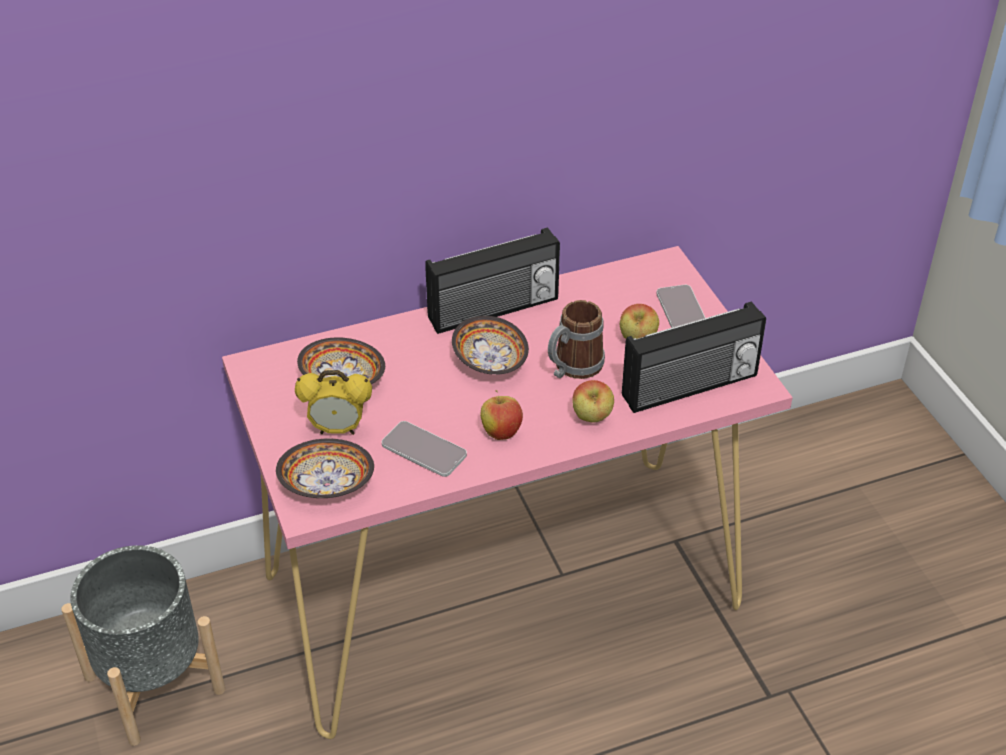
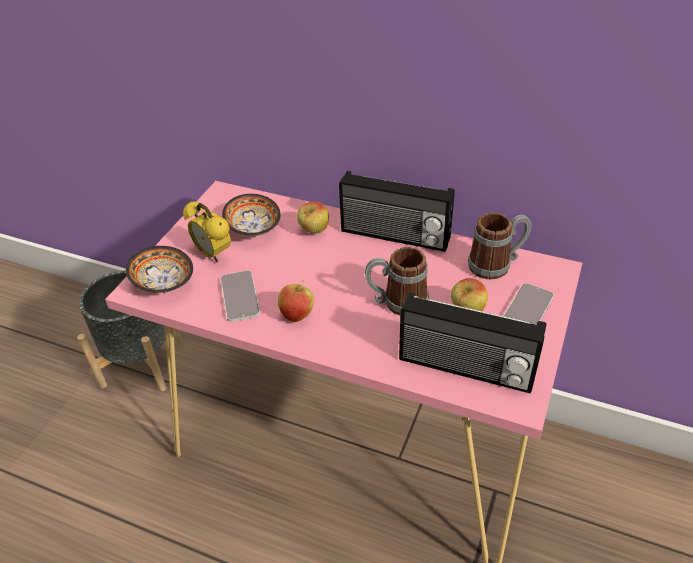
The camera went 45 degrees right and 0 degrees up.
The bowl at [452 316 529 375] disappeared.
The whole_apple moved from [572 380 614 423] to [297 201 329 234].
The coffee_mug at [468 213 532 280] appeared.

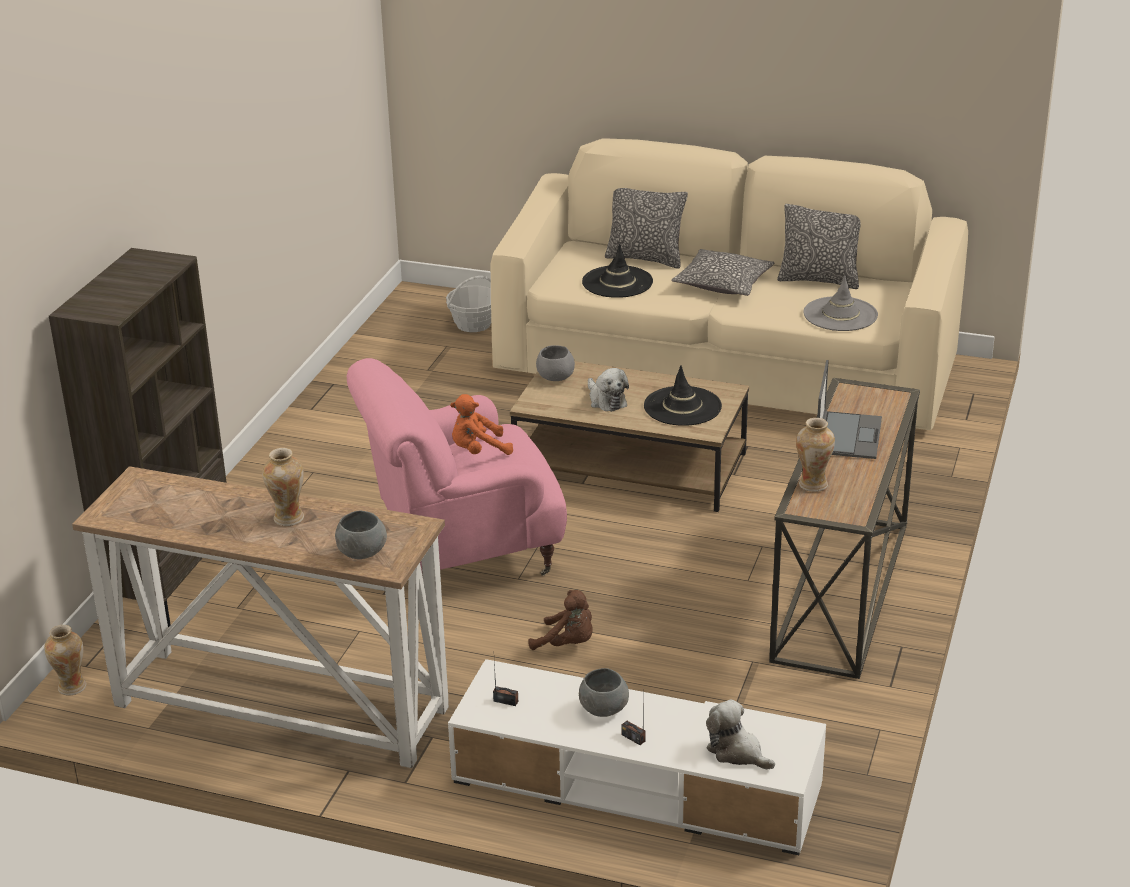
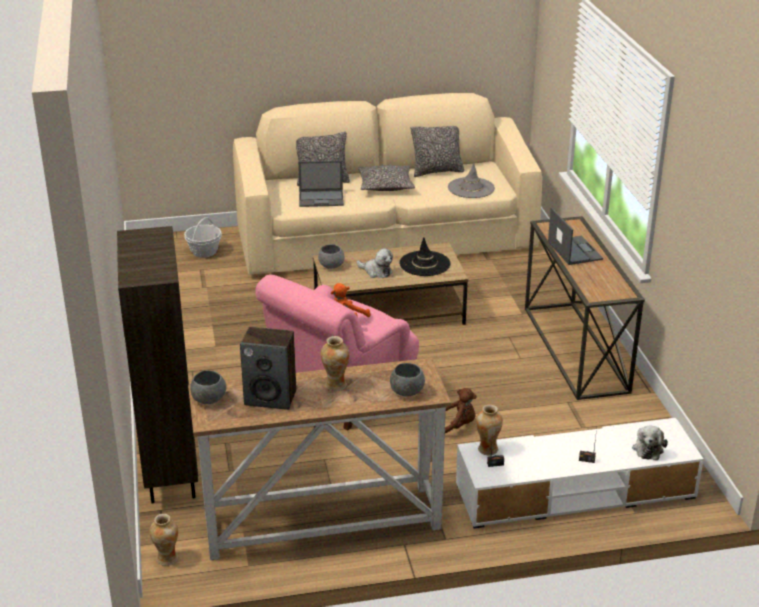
The camera went 30 degrees left and 0 degrees up.
The black_clothing_hat at [582 243 653 298] was replaced by the portable_computer at [298 161 344 207].
The vase moved from [796 418 835 492] to [476 405 503 455].
The gray_bowl moved from [579 668 629 717] to [190 370 226 404].
The cuddly_toy at [706 700 775 770] turned 90 degrees counterclockwise.
The loudspeaker at [240 327 296 410] appeared.

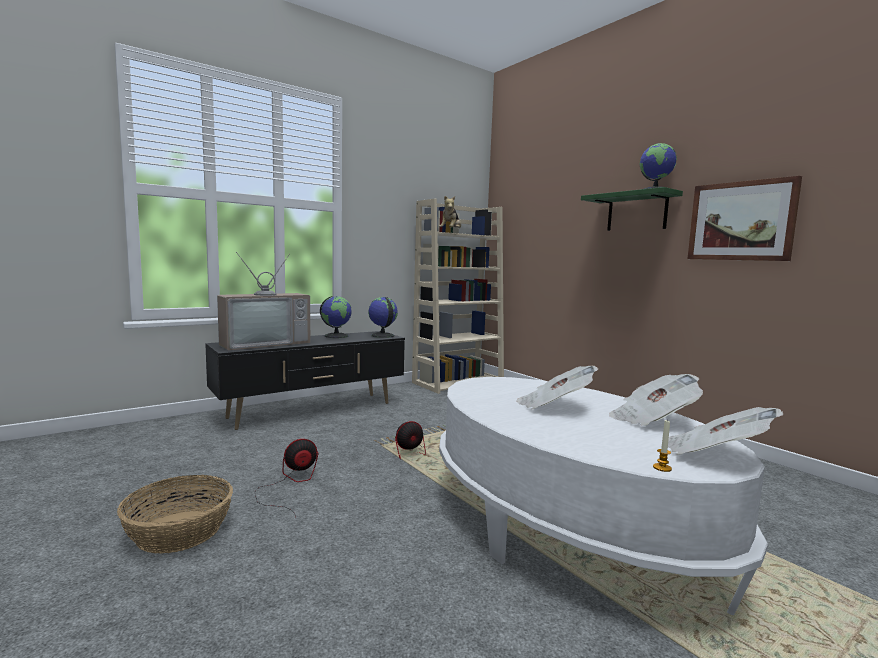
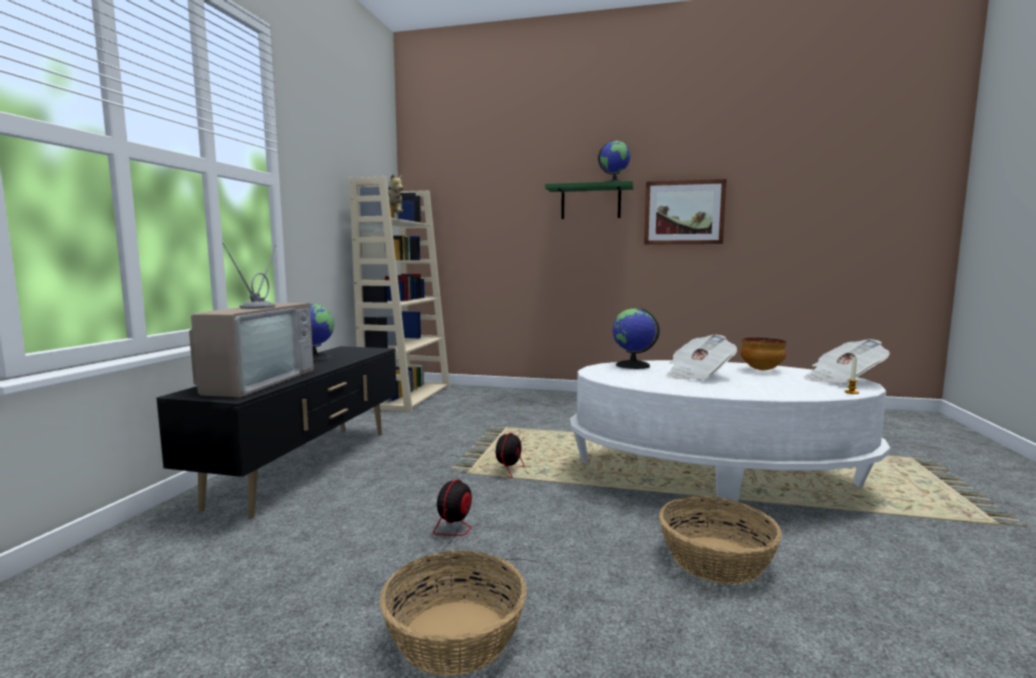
The camera went 40 degrees left and 0 degrees up.
The globe moved from [368 297 398 338] to [613 308 660 369].
The daily_paper at [609 374 703 426] was replaced by the bowl at [740 338 787 370].
The basket at [659 496 782 584] appeared.

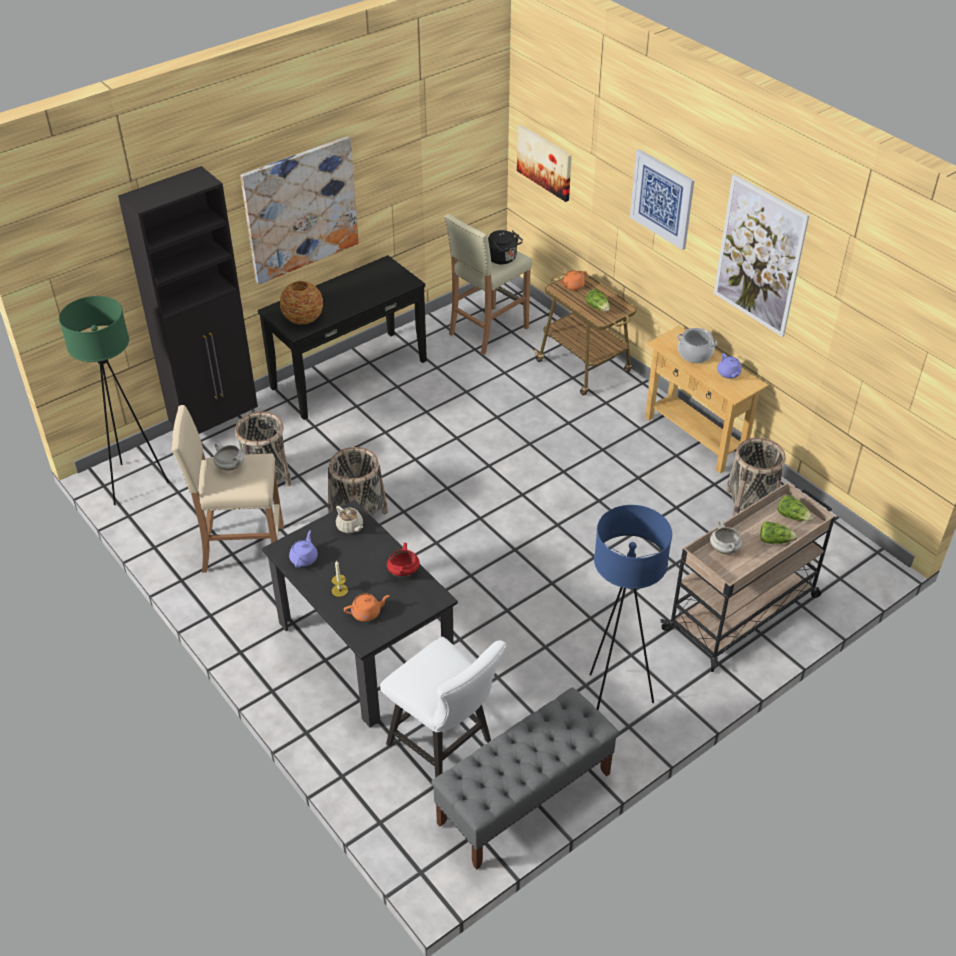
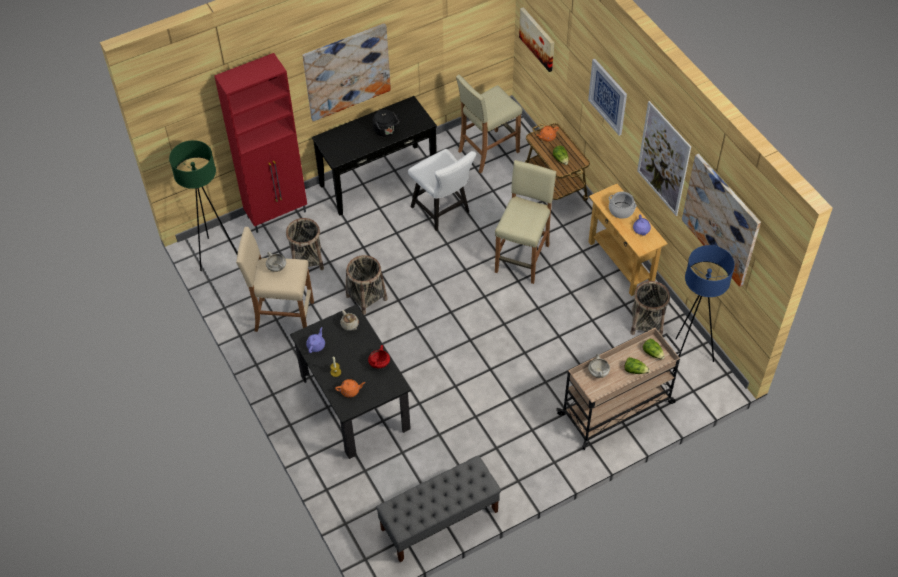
The camera went 10 degrees right and 10 degrees up.
The black_cupboard at [118 166 258 434] became the reddish_cupboard at [214 53 307 233].
The black_kettle moved from [488 230 523 264] to [373 109 399 136].
The vase at [280 281 323 324] disappeared.
The bluish_standing_lamp moved from [590 505 672 710] to [672 245 735 373].
The whitish_upright_chair moved from [380 637 506 778] to [408 149 476 231].
The picture at [682 154 761 287] appeared.
The sand-coloured_stool at [495 160 556 284] appeared.

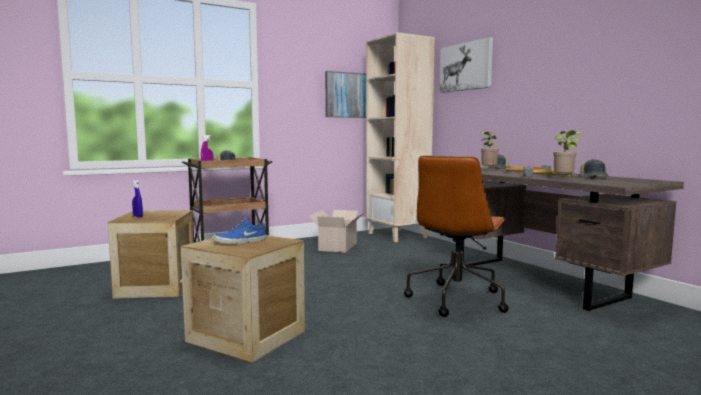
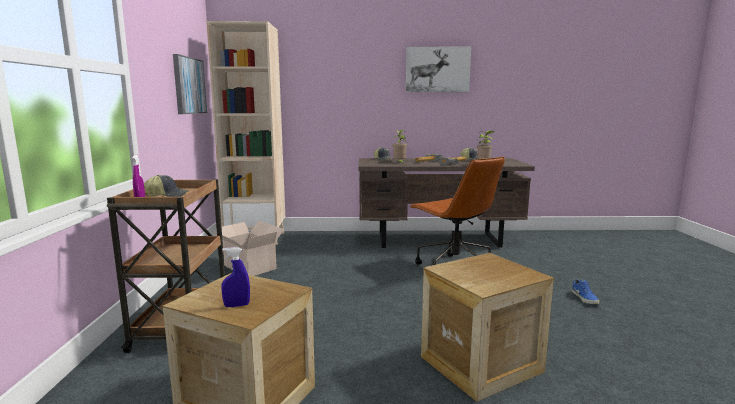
The camera went 60 degrees left and 5 degrees up.
The picture moved from [440 37 493 93] to [406 47 471 92].
The bluish_shoe moved from [213 218 267 244] to [572 279 599 304].

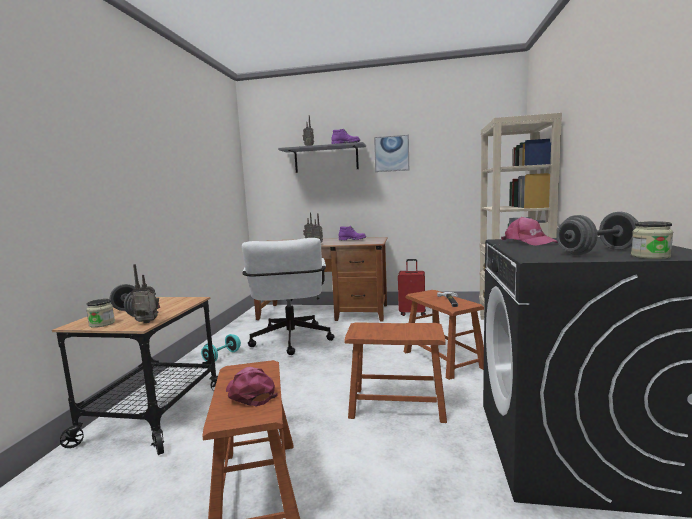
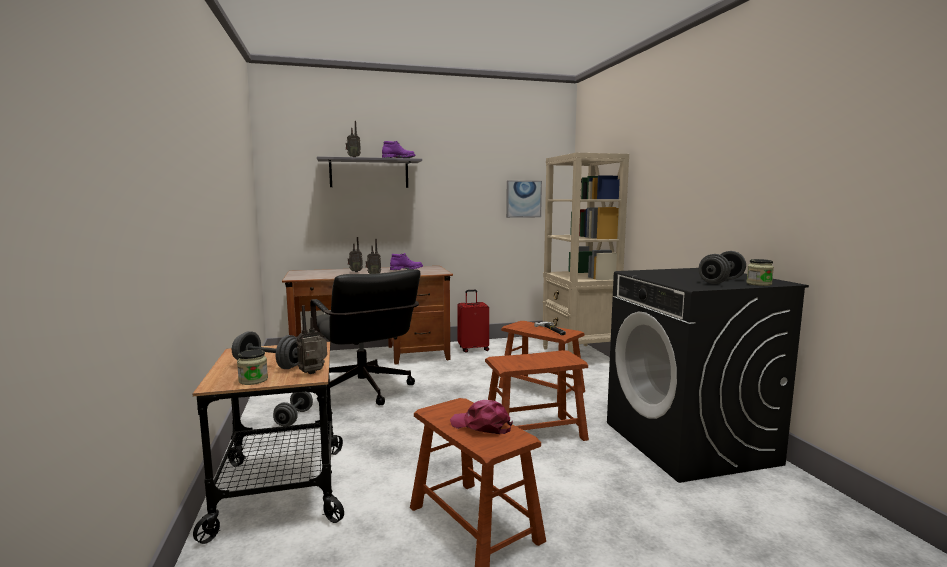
The camera went 25 degrees left and 0 degrees up.
The picture moved from [374 135 409 172] to [506 181 542 218].
The pink-coloured_cap at [501 217 558 246] disappeared.
The whitish_computer_chair at [242 238 334 355] became the black_computer_chair at [310 269 421 405].
The blue-green_dumbbell at [201 334 241 361] became the gray_dumbbell at [273 391 313 426].

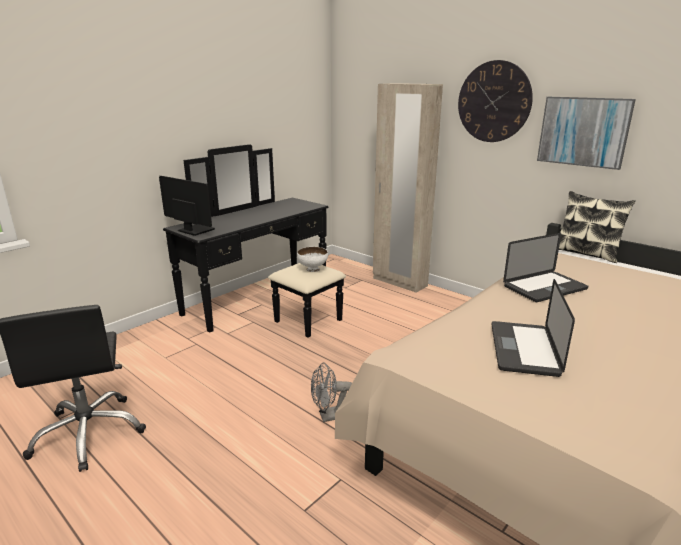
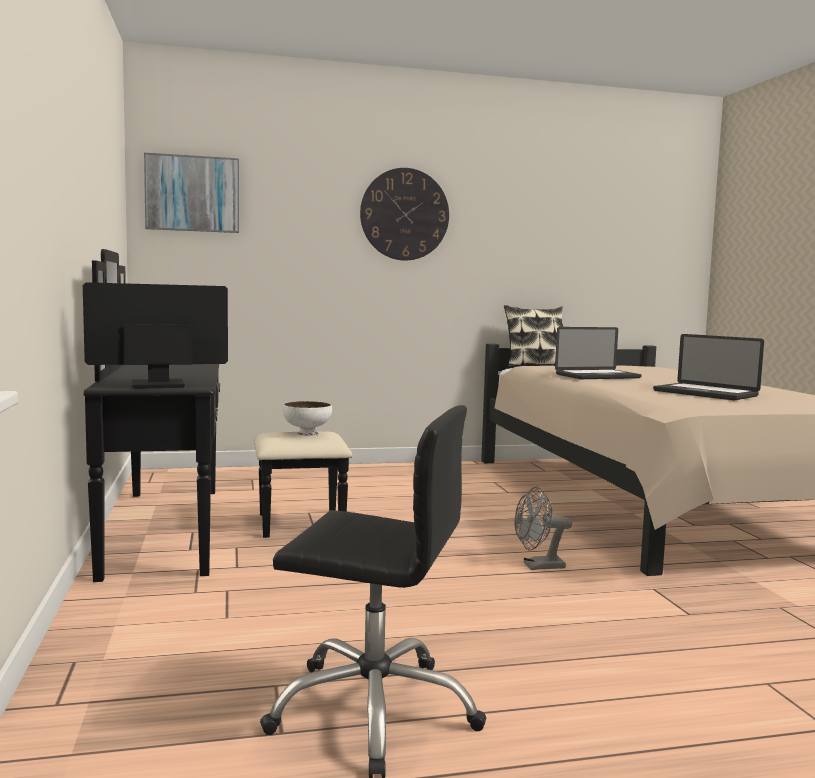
The camera went 55 degrees left and 15 degrees down.
The sand-coloured_clothes_cupboard at [373 83 443 293] disappeared.
The picture moved from [537 97 636 170] to [144 153 239 233].
The portable_computer at [503 233 588 302] turned 60 degrees clockwise.
The gray_fan at [311 362 352 422] turned 60 degrees clockwise.

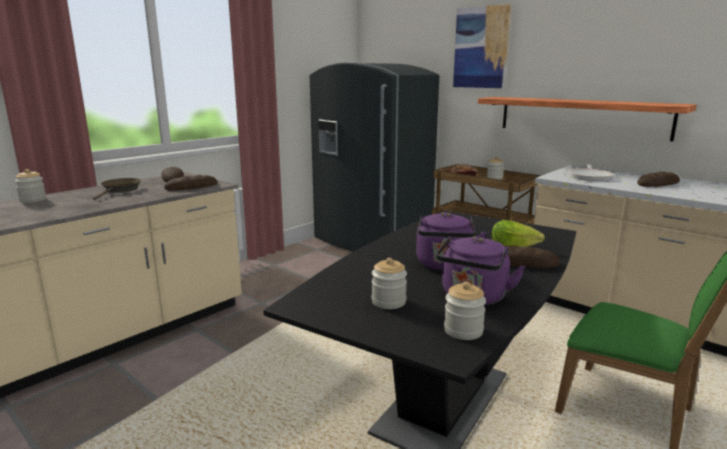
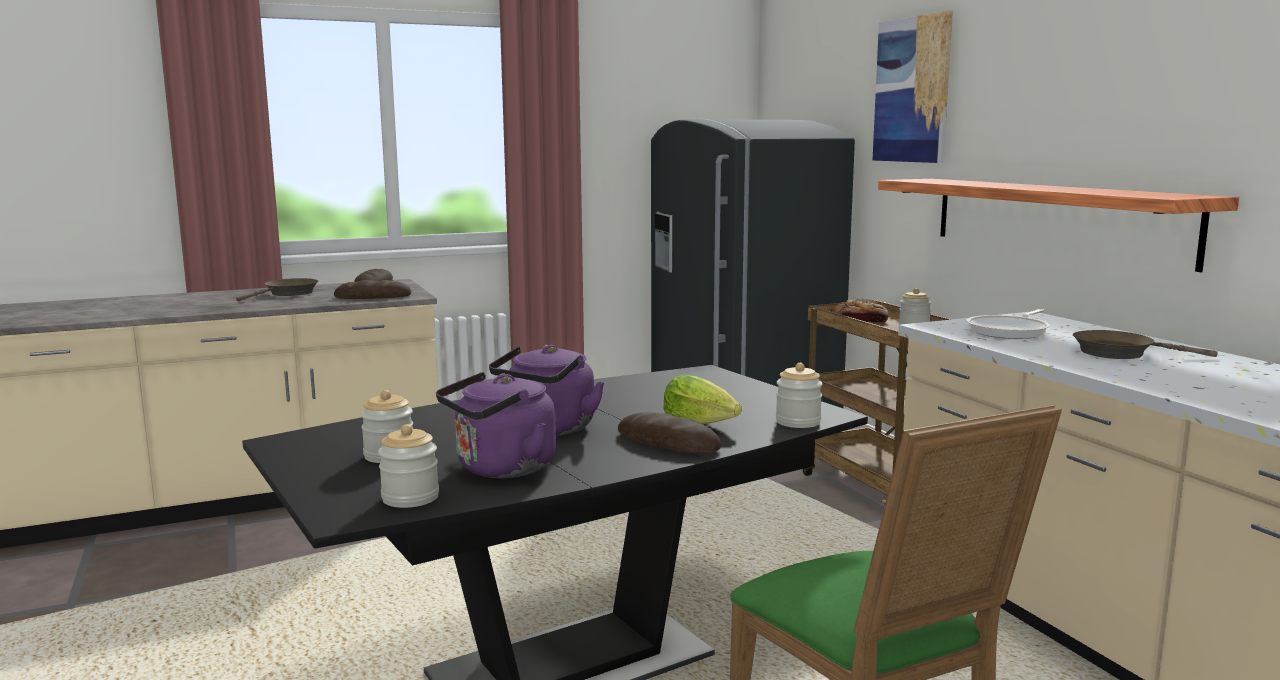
The camera went 25 degrees right and 5 degrees down.
The preserve_jar moved from [15 169 46 203] to [776 363 823 428].
The bakery_bread at [637 172 680 187] was replaced by the brown_skillet at [1073 330 1218 359].

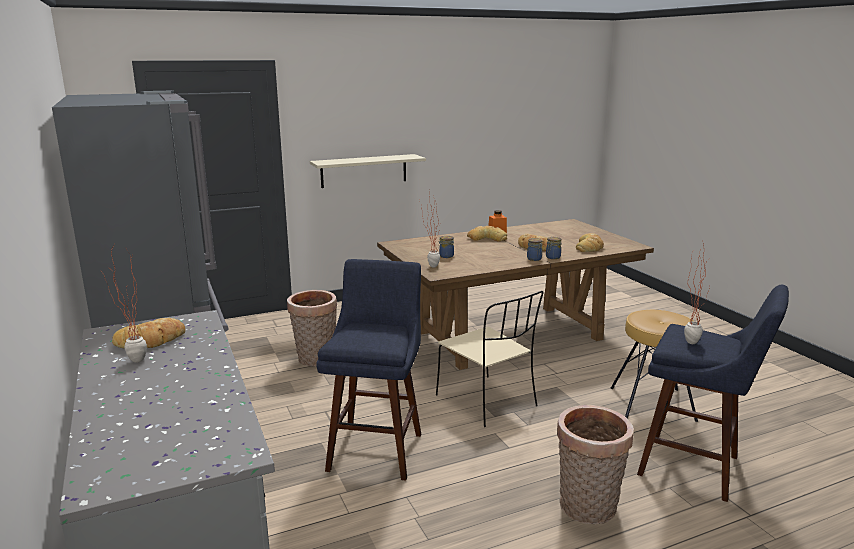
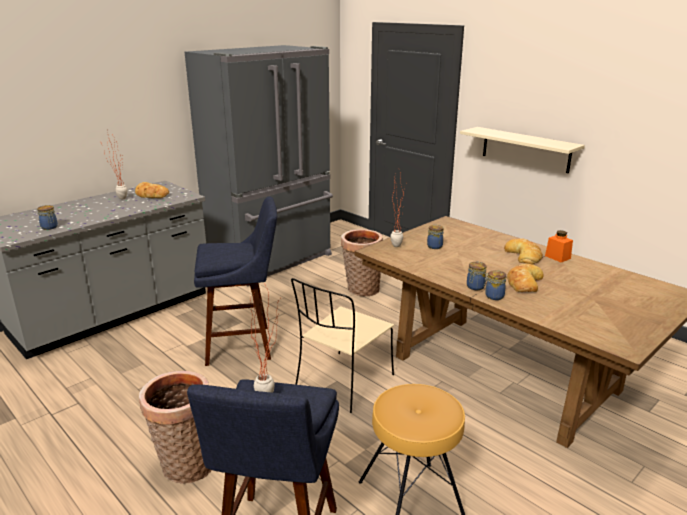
The camera went 70 degrees right and 5 degrees up.
The bakery_bread at [576 233 604 252] disappeared.
The preserve_jar at [37 205 58 230] appeared.

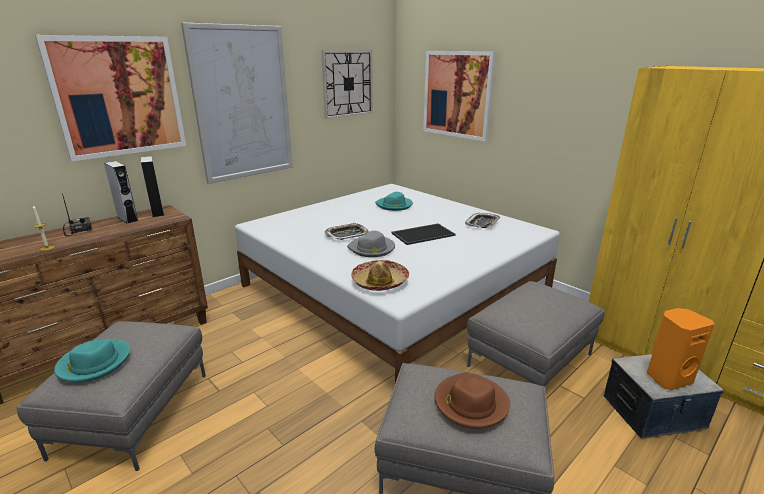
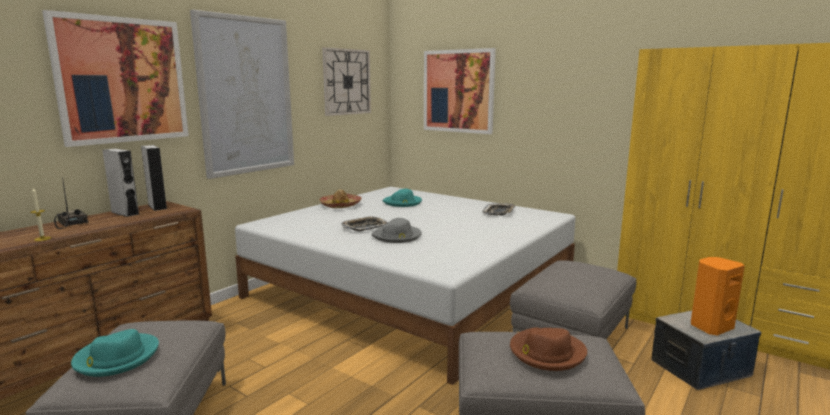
The camera went 10 degrees left and 10 degrees down.
The serving_tray at [392 223 456 245] disappeared.
The clothing_hat moved from [351 260 409 291] to [319 189 362 208].

